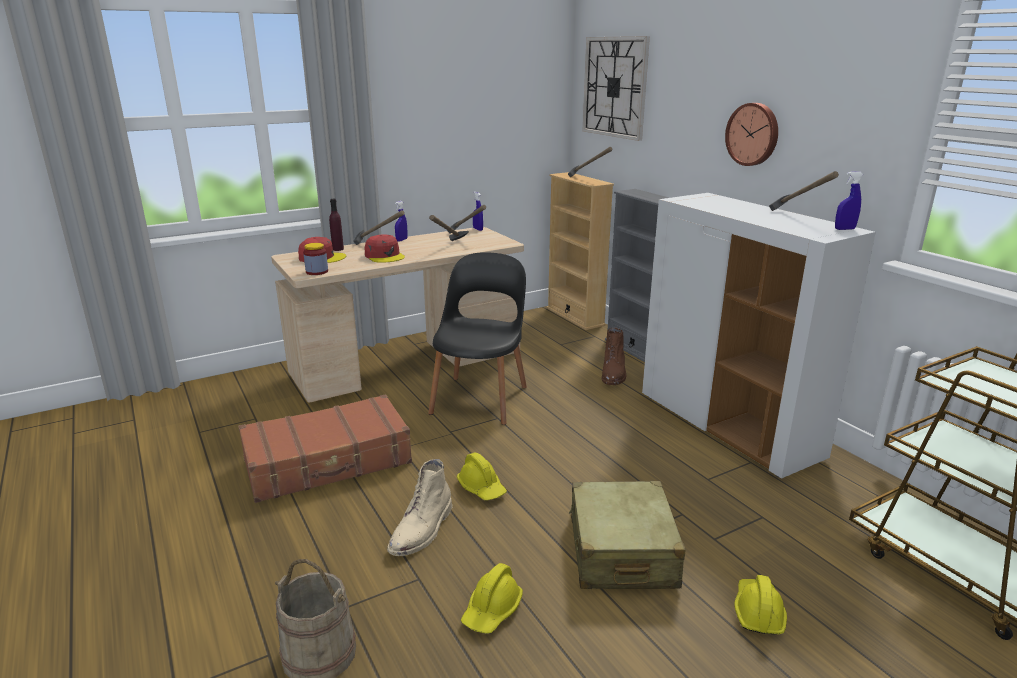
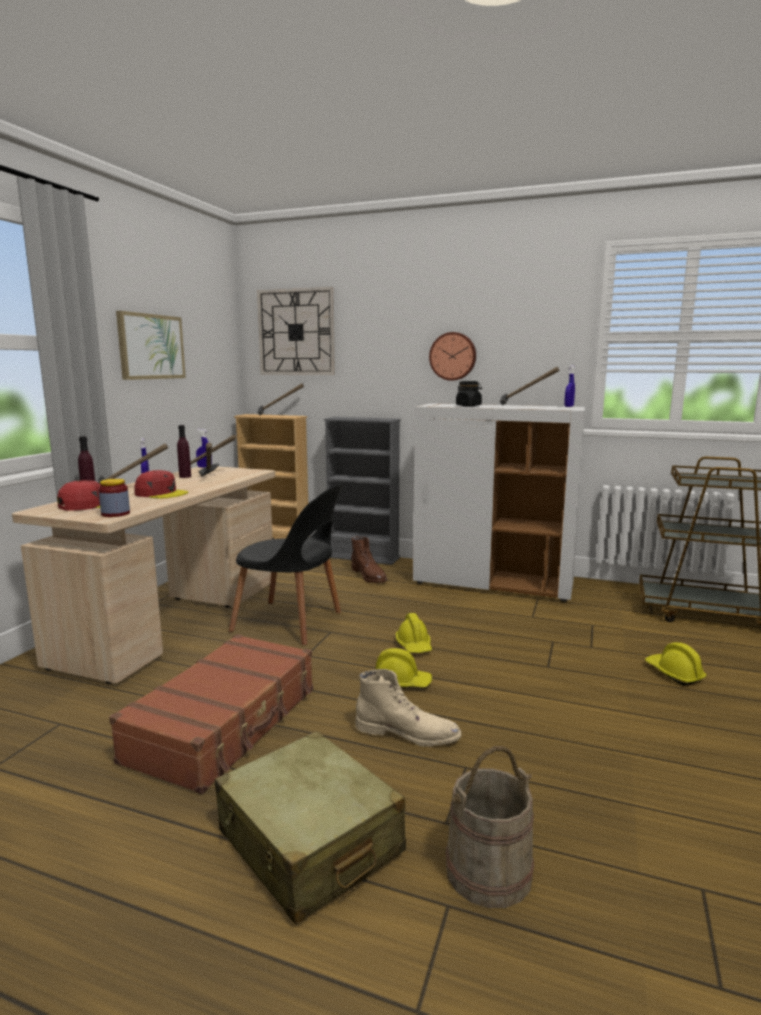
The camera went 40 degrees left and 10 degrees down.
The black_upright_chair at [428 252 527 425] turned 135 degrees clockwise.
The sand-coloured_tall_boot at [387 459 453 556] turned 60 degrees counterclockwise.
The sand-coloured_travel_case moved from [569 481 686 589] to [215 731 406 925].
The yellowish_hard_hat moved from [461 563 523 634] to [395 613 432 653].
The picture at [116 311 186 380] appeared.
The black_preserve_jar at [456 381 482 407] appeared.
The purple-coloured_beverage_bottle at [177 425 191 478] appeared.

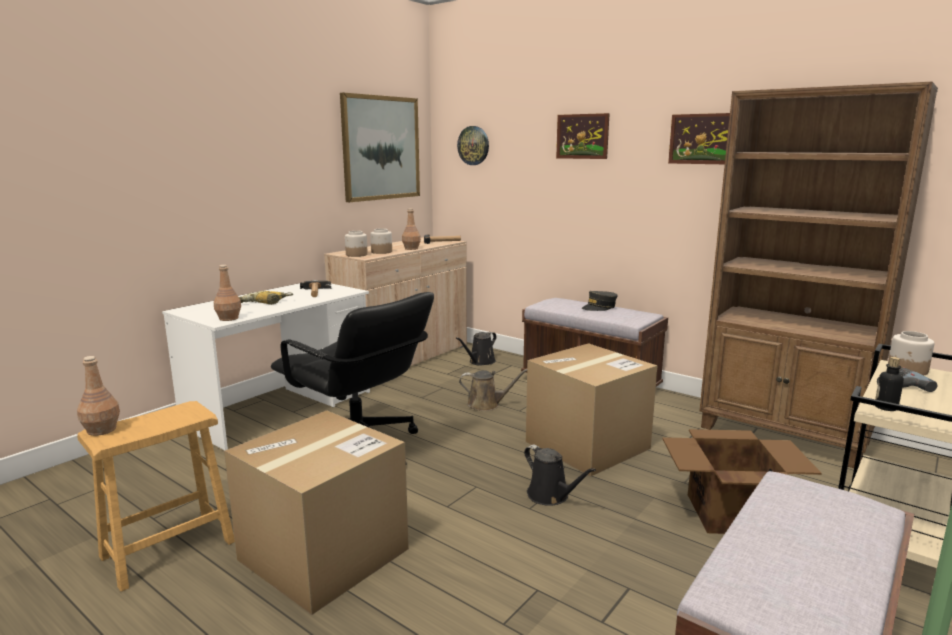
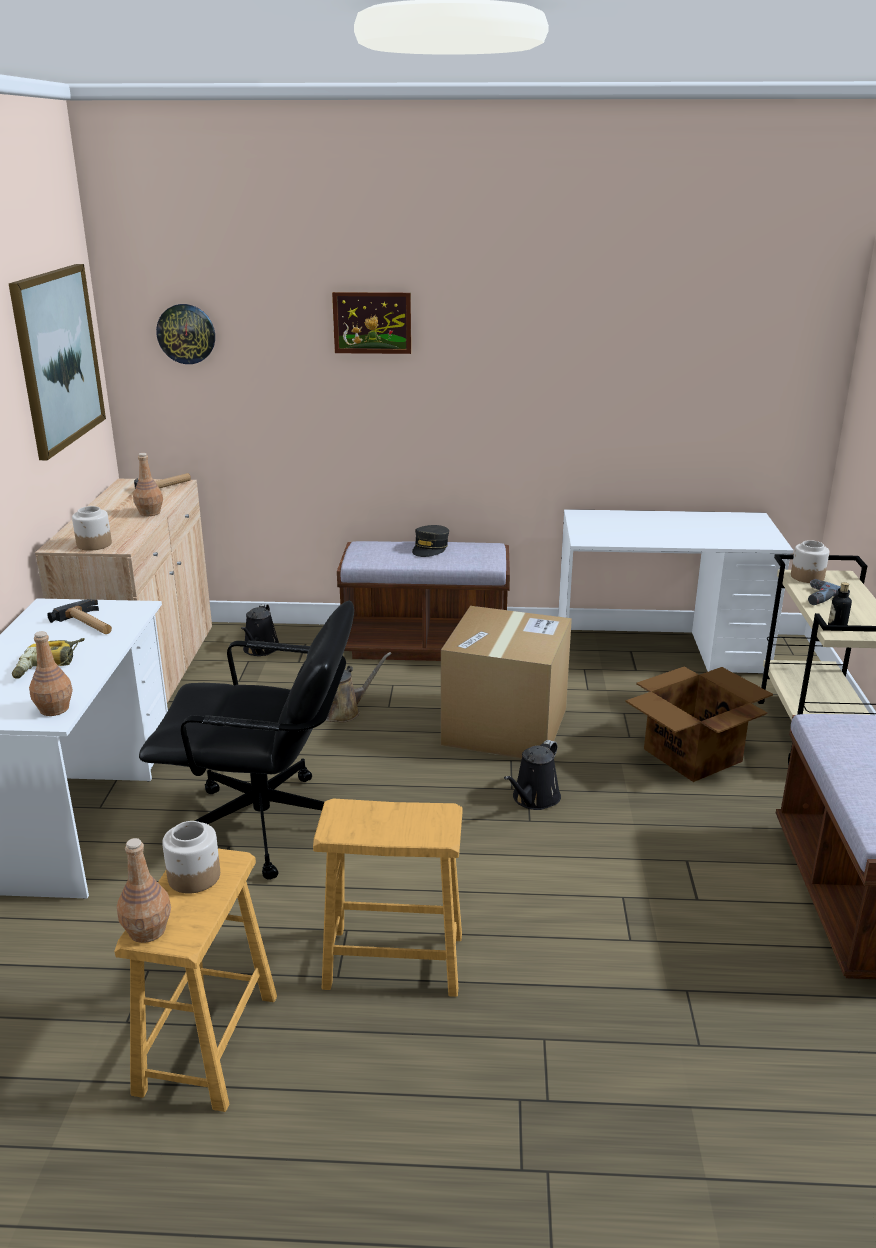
The camera went 35 degrees left and 10 degrees up.
The brown_bookcase at [699 82 938 468] was replaced by the whitish_desk at [558 509 794 673].
The picture at [668 113 730 164] disappeared.
The preserve_jar moved from [370 228 392 254] to [162 821 220 894].
The cardboard_box at [224 410 409 615] was replaced by the brown_stool at [313 798 463 997].
The black_watering_can at [524 445 596 506] turned 105 degrees clockwise.

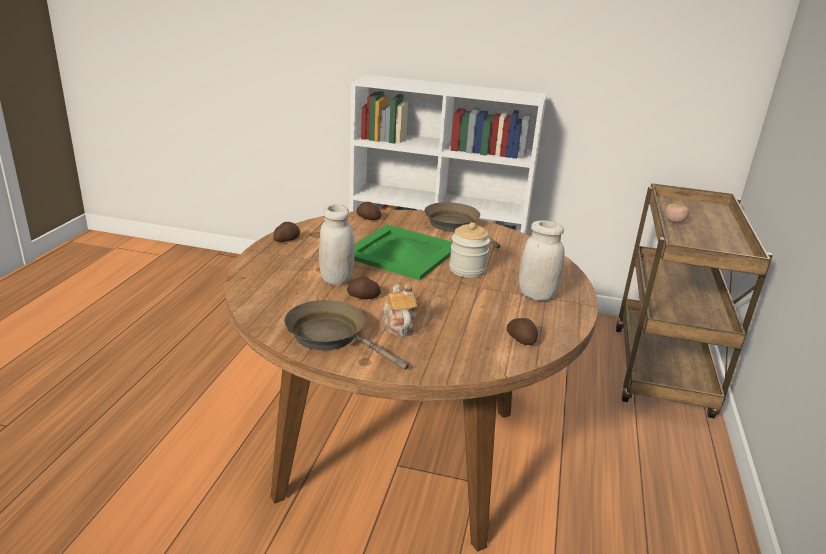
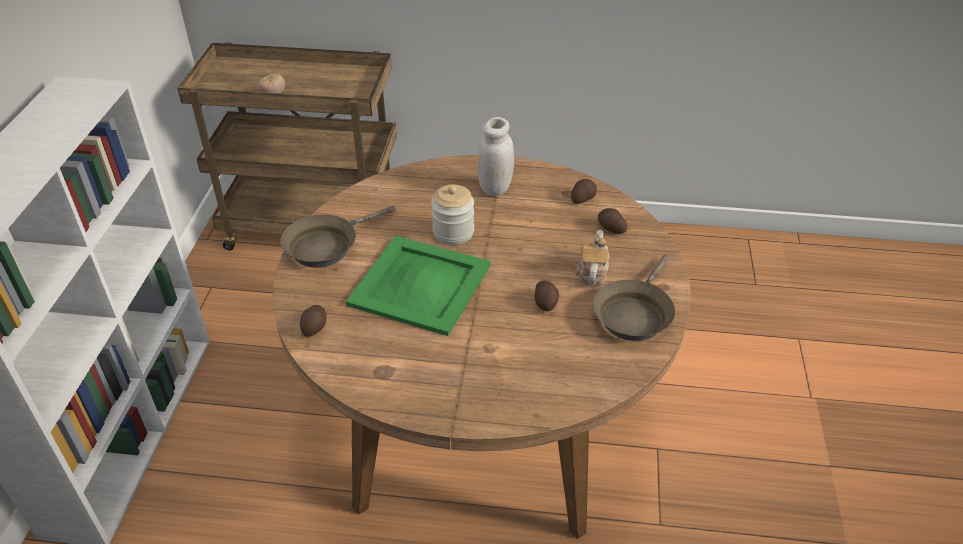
The camera went 95 degrees left and 15 degrees up.
The whitish_preserve_jar at [319 204 355 285] disappeared.
The potato moved from [273 222 300 242] to [598 208 627 234].
The teapot at [382 283 417 336] turned 120 degrees clockwise.

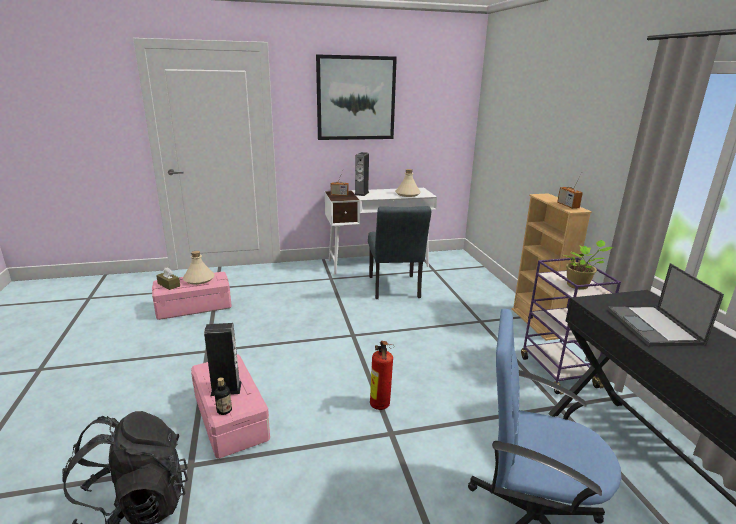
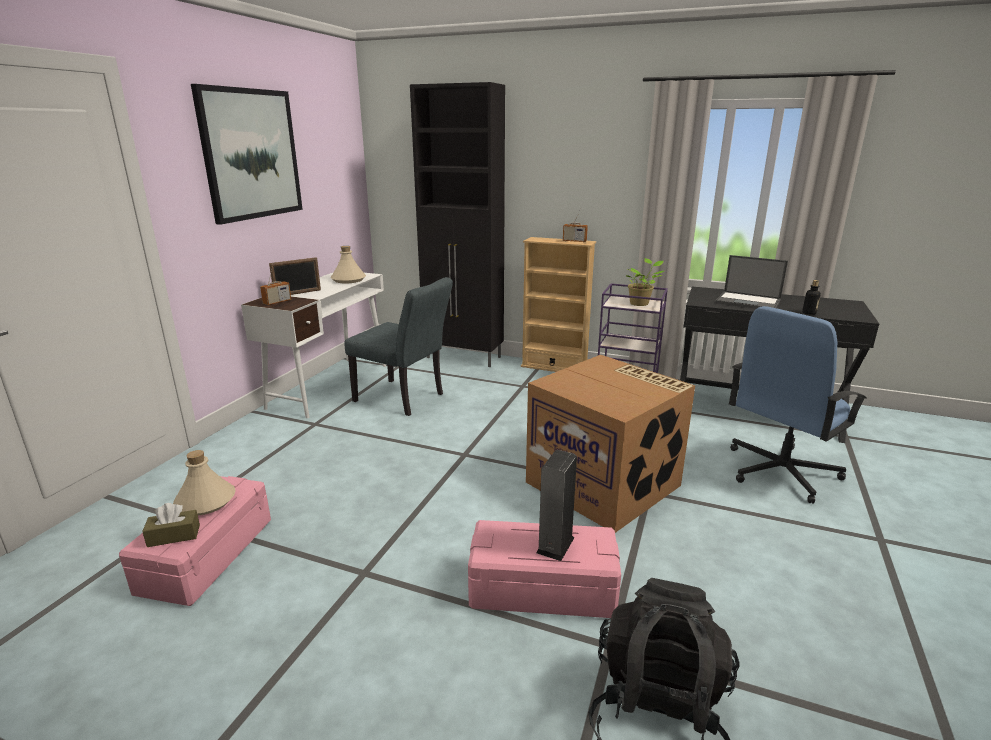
The camera went 55 degrees left and 0 degrees up.
The loudspeaker at [355 152 369 196] was replaced by the picture_frame at [269 257 321 295].
The extinguisher at [370 341 393 410] was replaced by the cardboard_box at [526 355 695 533].
The beverage_bottle moved from [214 377 232 415] to [802 280 821 315].
The black_cupboard at [410 82 505 367] appeared.

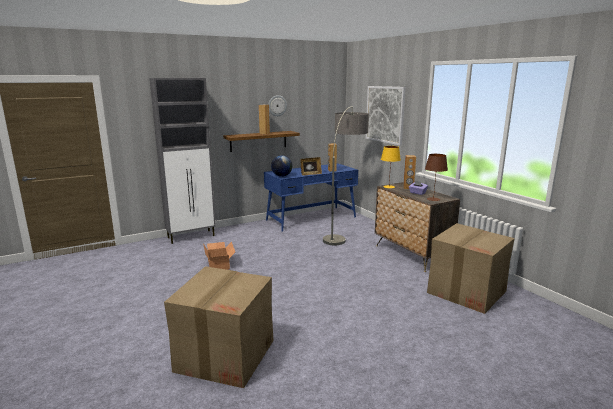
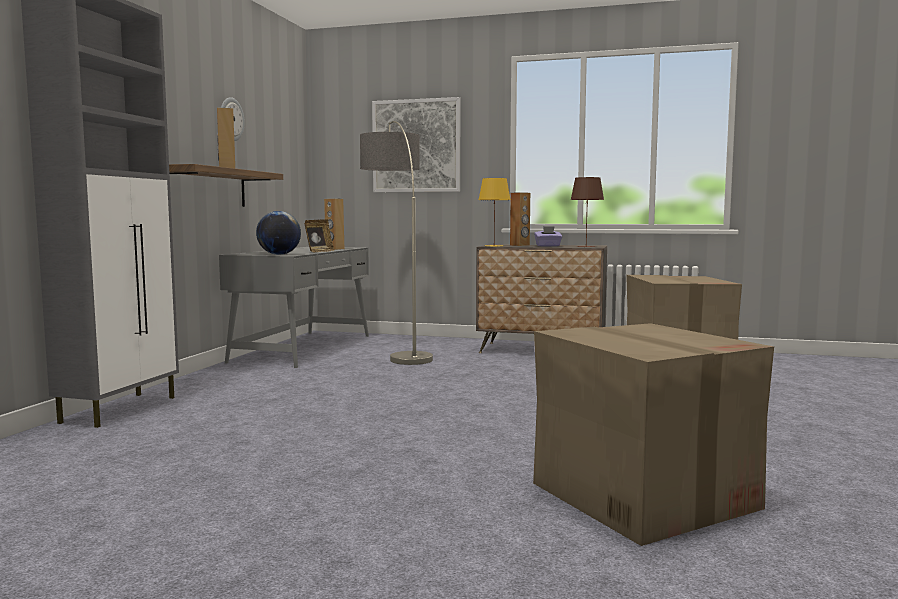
The camera went 45 degrees left and 10 degrees down.
The bluish_desk at [264 163 358 231] became the gray_desk at [219 247 369 368].
The cardboard_box at [203 242 235 270] disappeared.

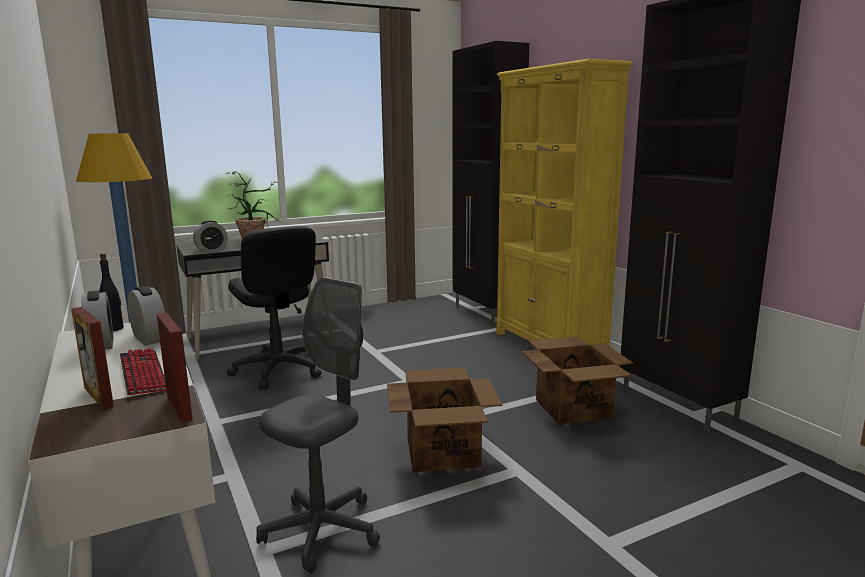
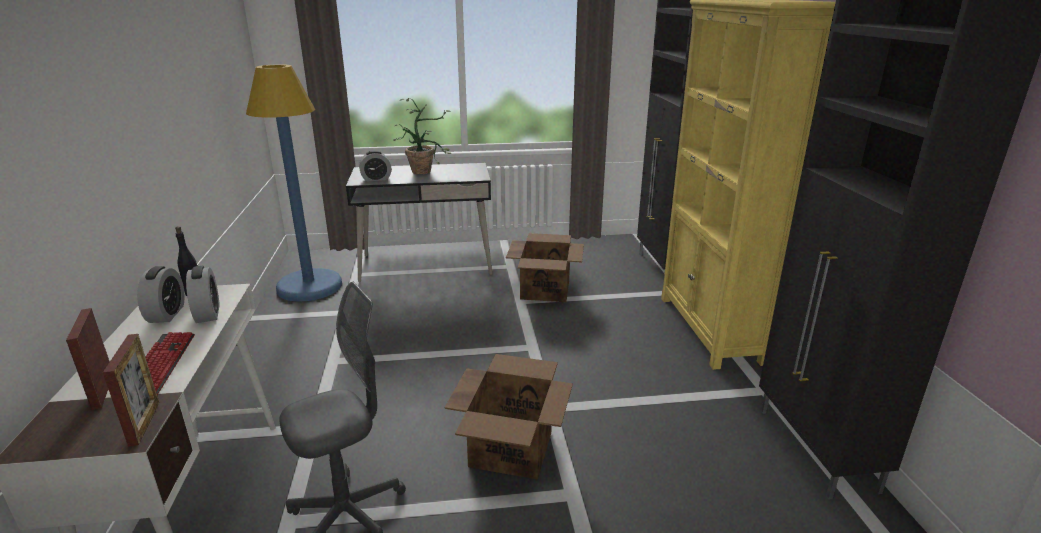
The camera went 20 degrees right and 10 degrees up.
The black_computer_chair at [227 226 321 389] disappeared.
The cardboard_box moved from [522 336 633 425] to [506 233 584 302].

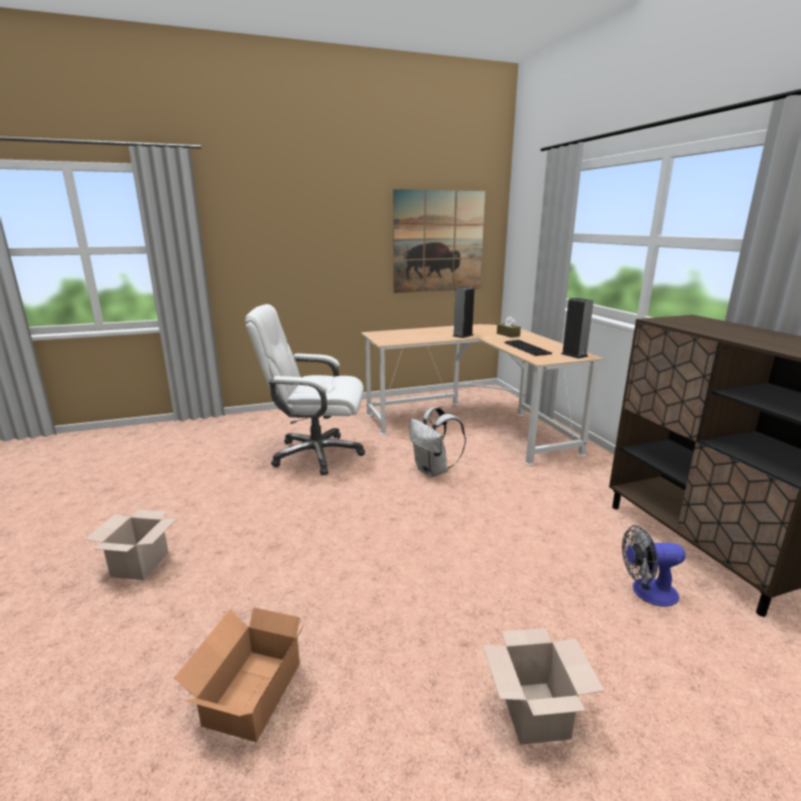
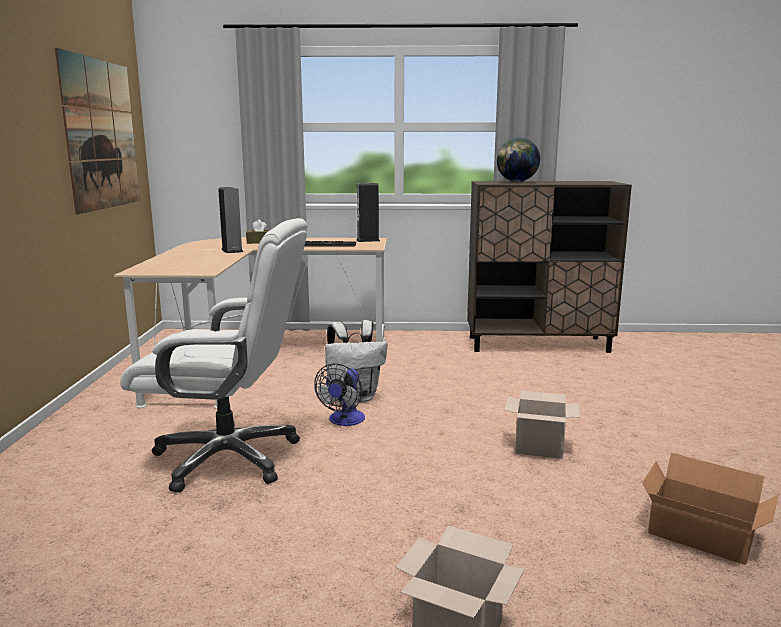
The camera went 70 degrees left and 5 degrees down.
The whitish_computer_chair at [245 304 365 475] turned 105 degrees counterclockwise.
The fan moved from [622 525 685 607] to [314 363 365 426].
The cardboard_box moved from [483 628 604 745] to [505 391 580 459].
The globe at [497 138 540 182] appeared.

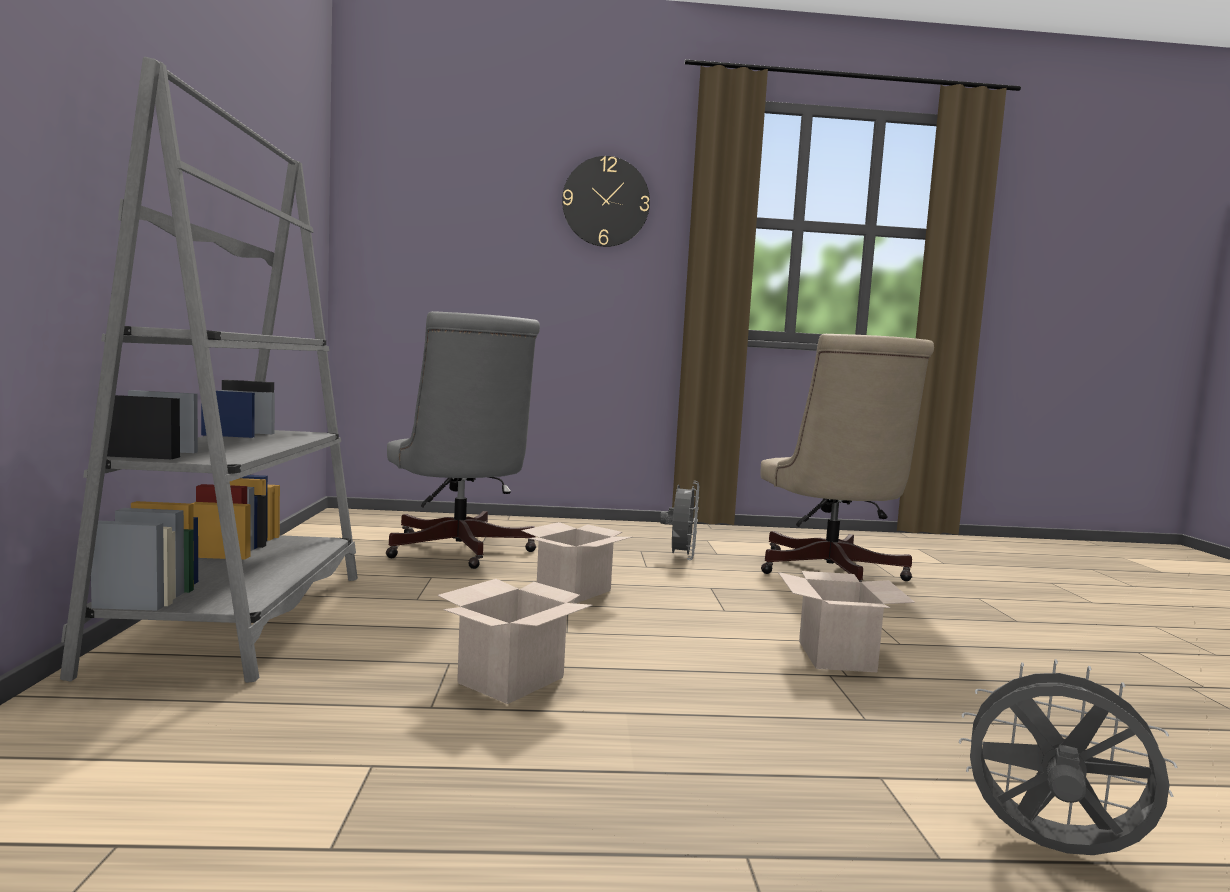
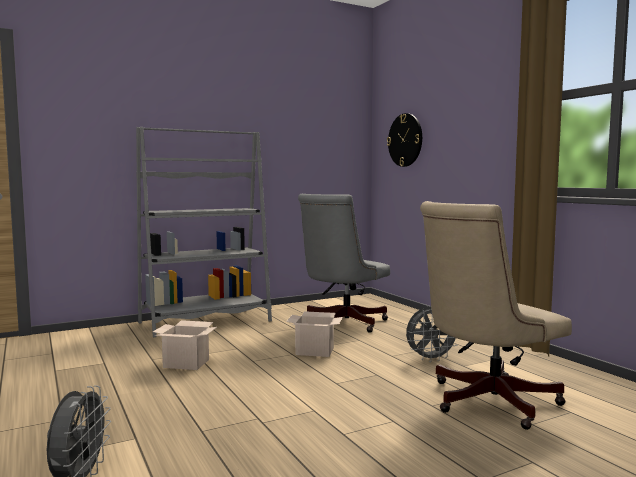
The camera went 65 degrees right and 0 degrees up.
The hanging_clock moved from [562 156 650 247] to [387 113 422 167].
The cardboard_box at [778 571 915 672] disappeared.

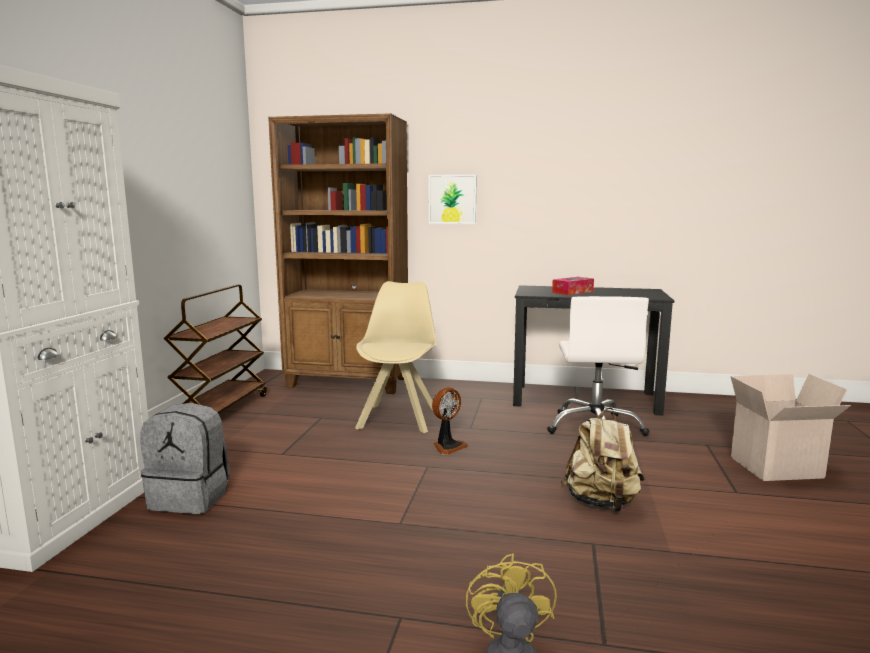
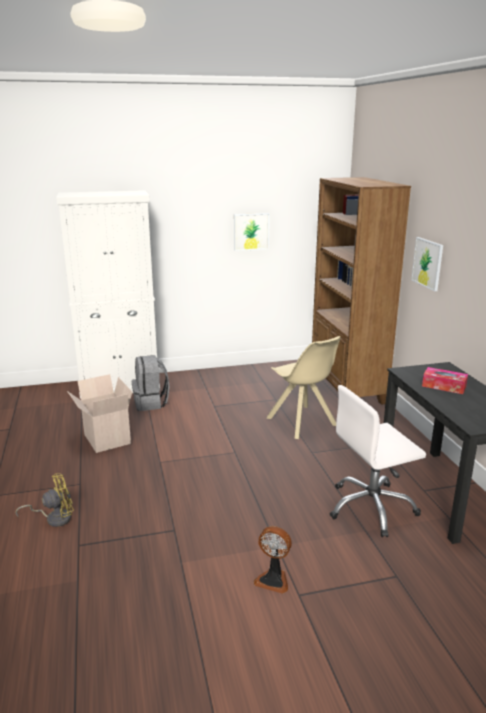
The camera went 65 degrees right and 10 degrees up.
The sand-coloured_upright_chair at [355 281 436 433] turned 75 degrees clockwise.
The brown_trolley at [164 284 267 414] disappeared.
The cardboard_box moved from [730 374 851 481] to [67 374 132 453].
The fan moved from [432 387 468 455] to [254 526 292 594].
The sand-coloured_knapsack at [561 408 644 512] disappeared.
The picture at [234 213 269 251] appeared.

